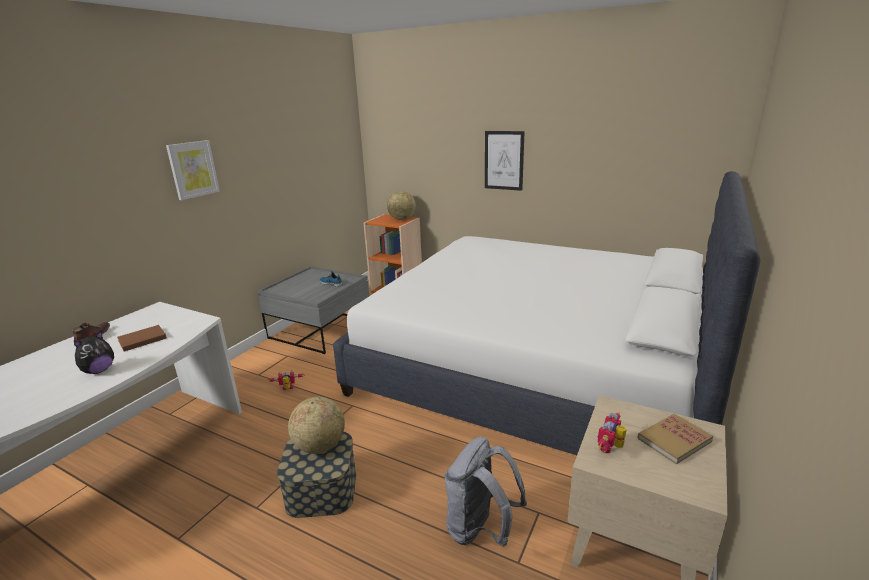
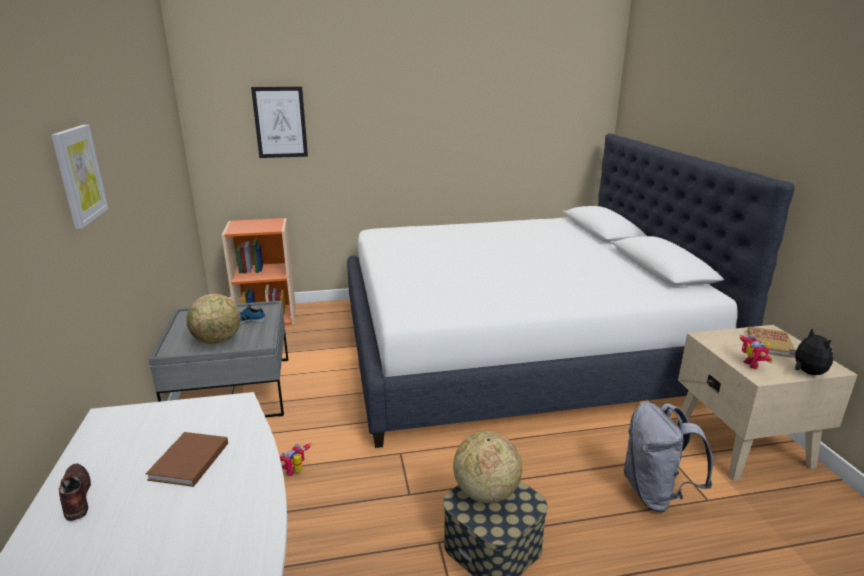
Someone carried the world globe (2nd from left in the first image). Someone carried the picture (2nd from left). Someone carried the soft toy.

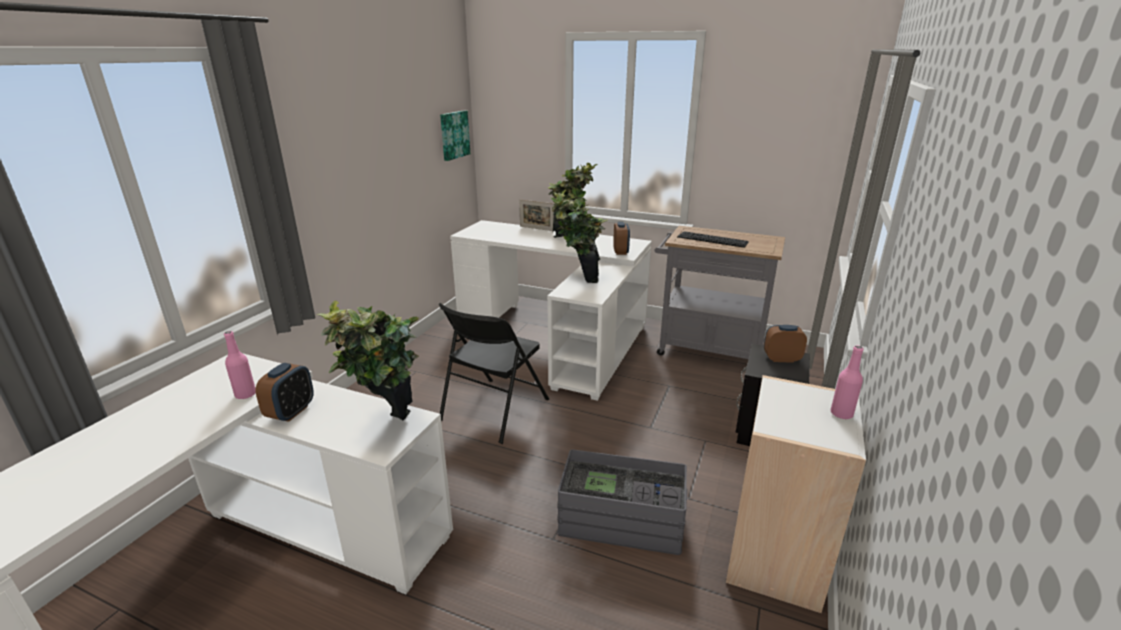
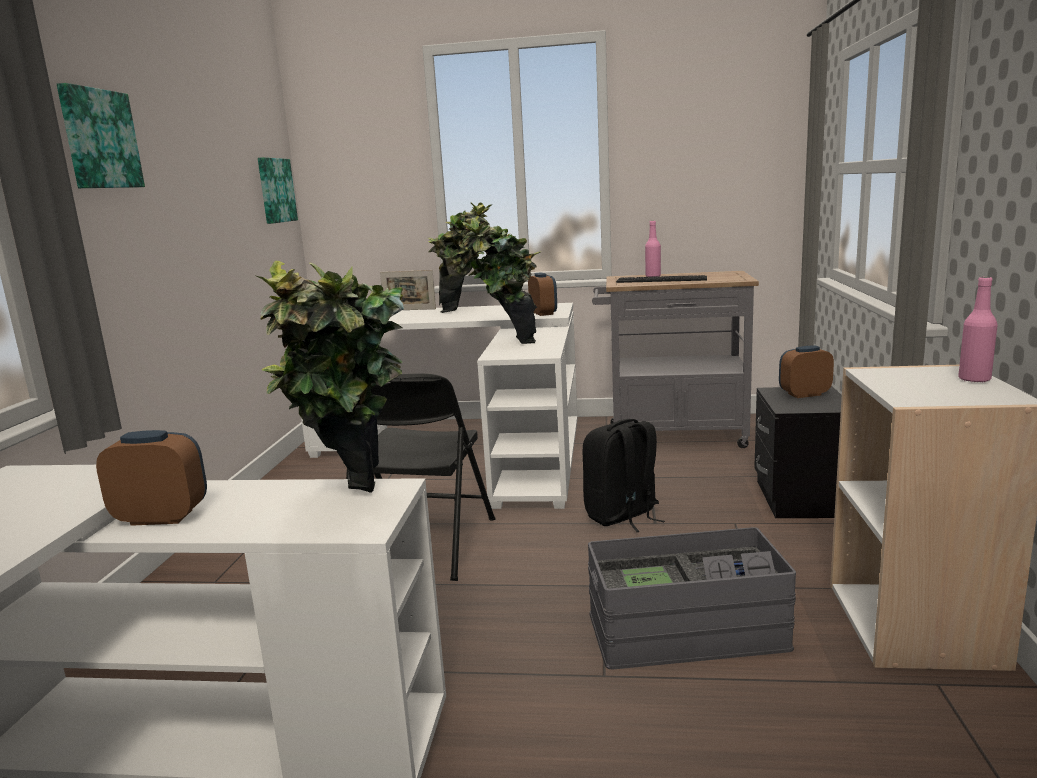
Someone put up the picture (1st from left). Someone rotated the table clock (1st from left) by 90 degrees counterclockwise. Someone put down the black backpack. Someone carried the pink beverage bottle (1st from left).

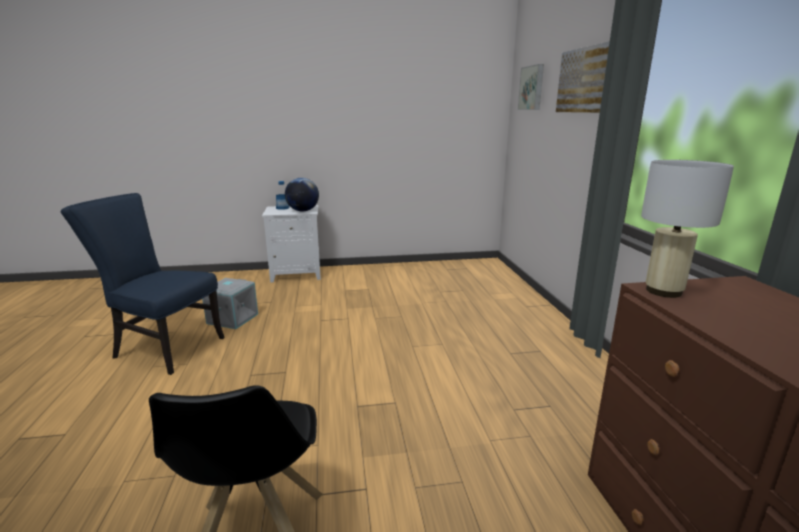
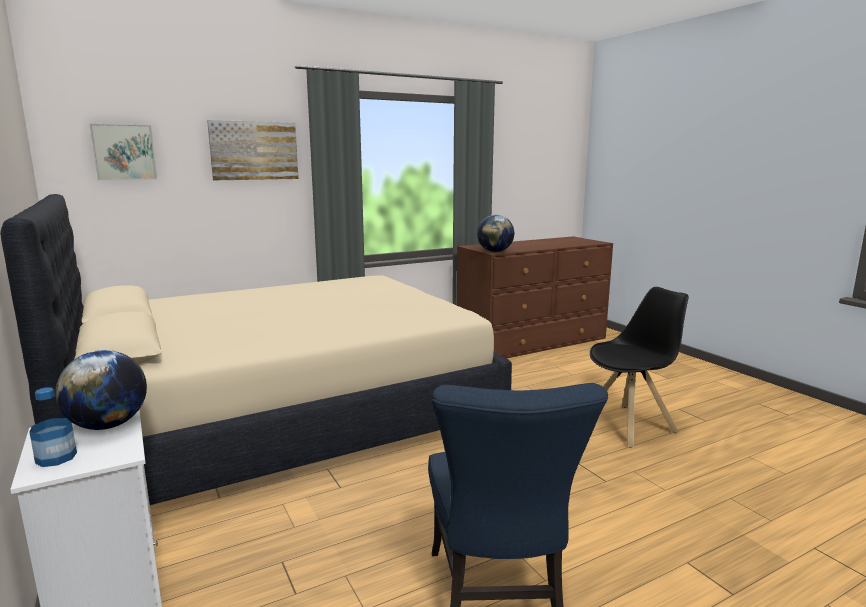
Someone put down the beige bed. Someone swapped the whitish table lamp for the world globe (2nd from left). Someone took away the grey storage bin.

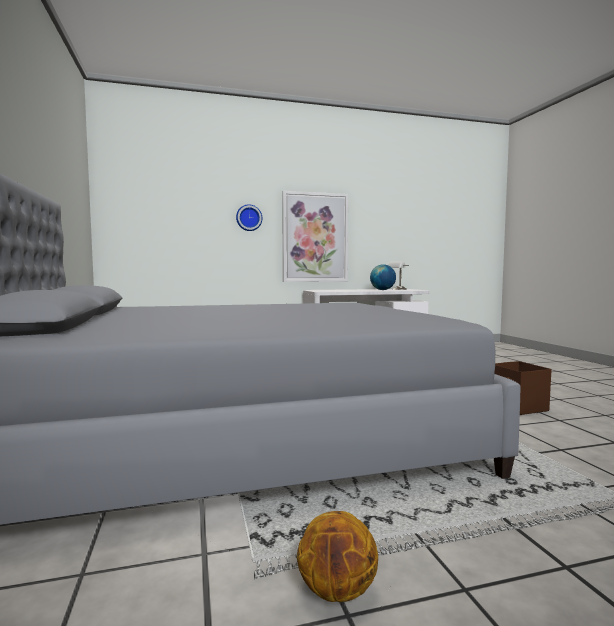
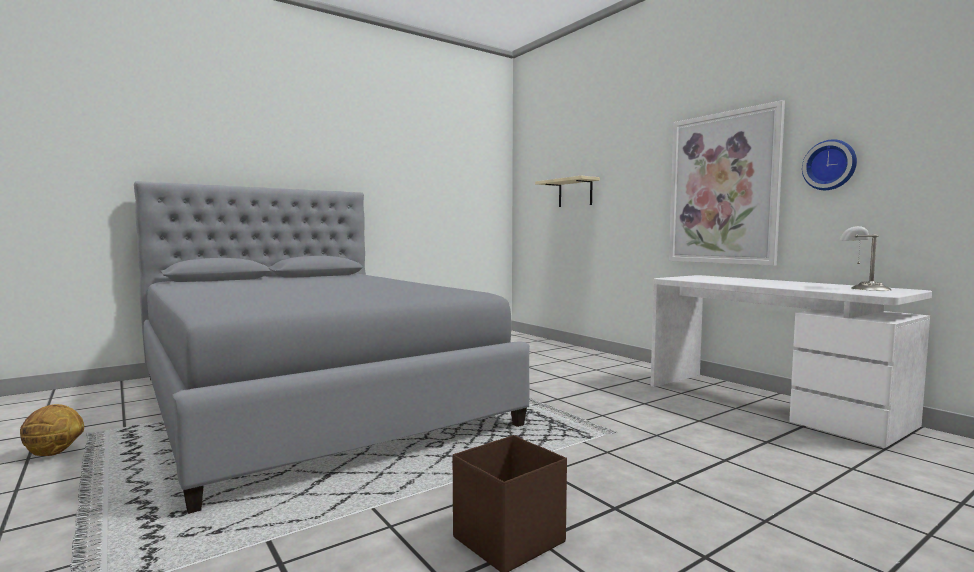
Someone put up the beige bracket shelf. Someone carried the wall clock. Someone took away the world globe.

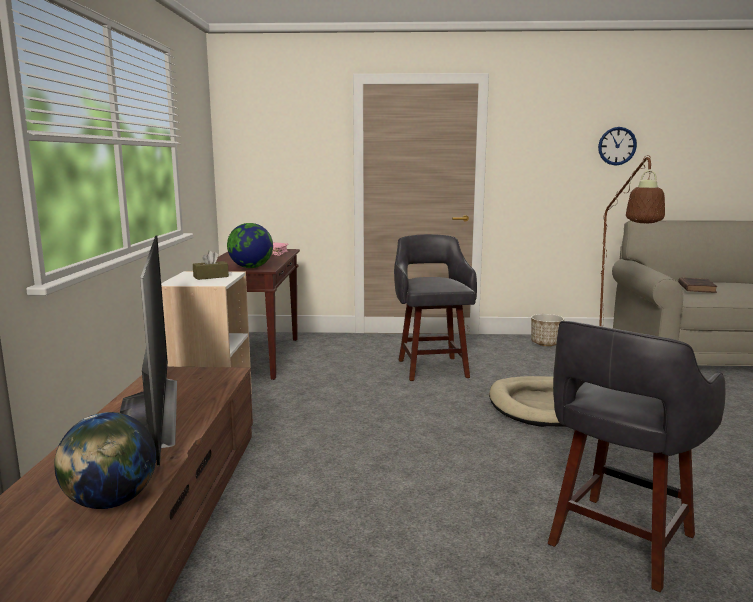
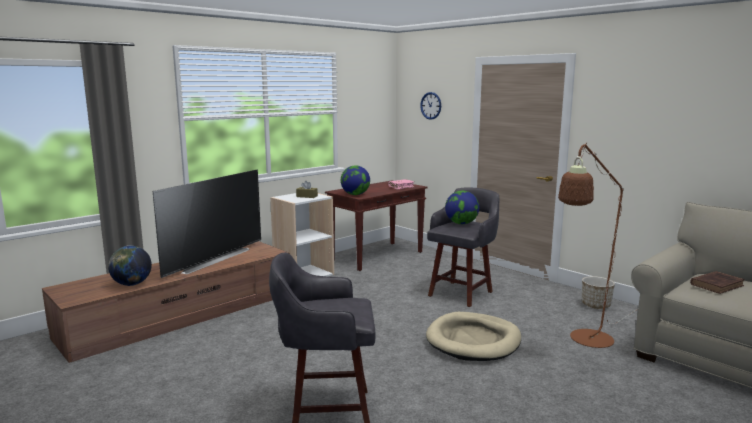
Someone carried the wall clock. Someone put down the world globe (3rd from left).

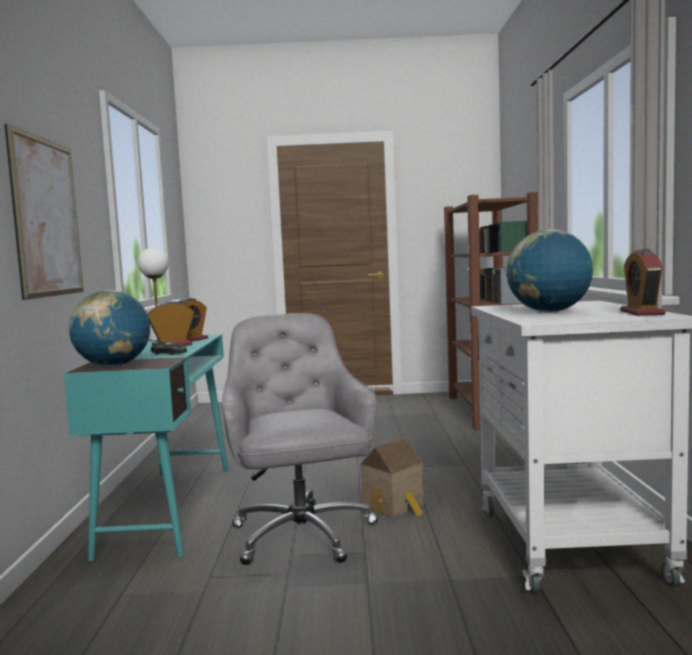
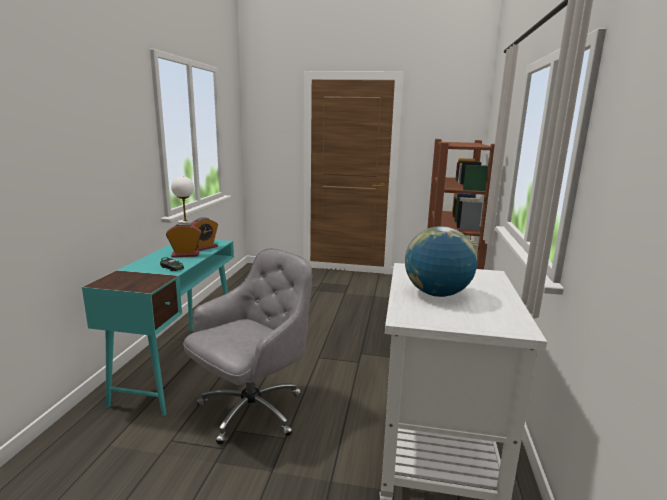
Someone rotated the grey desk chair by 45 degrees clockwise. Someone took away the picture. Someone took away the world globe (1st from left). Someone took away the miniature house. Someone took away the table clock (3rd from left).

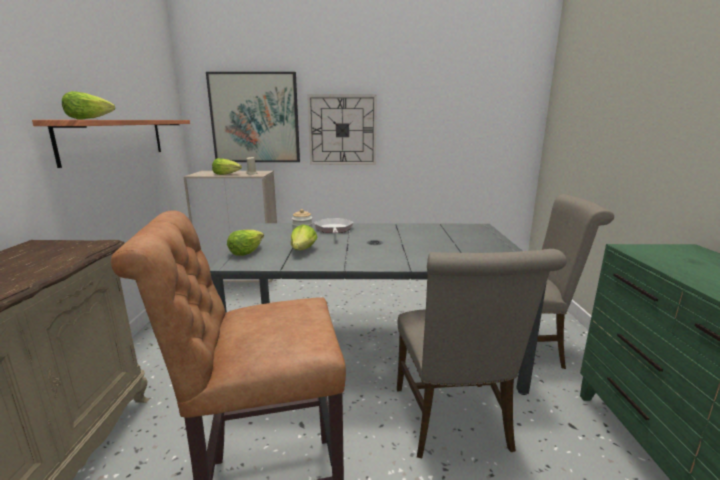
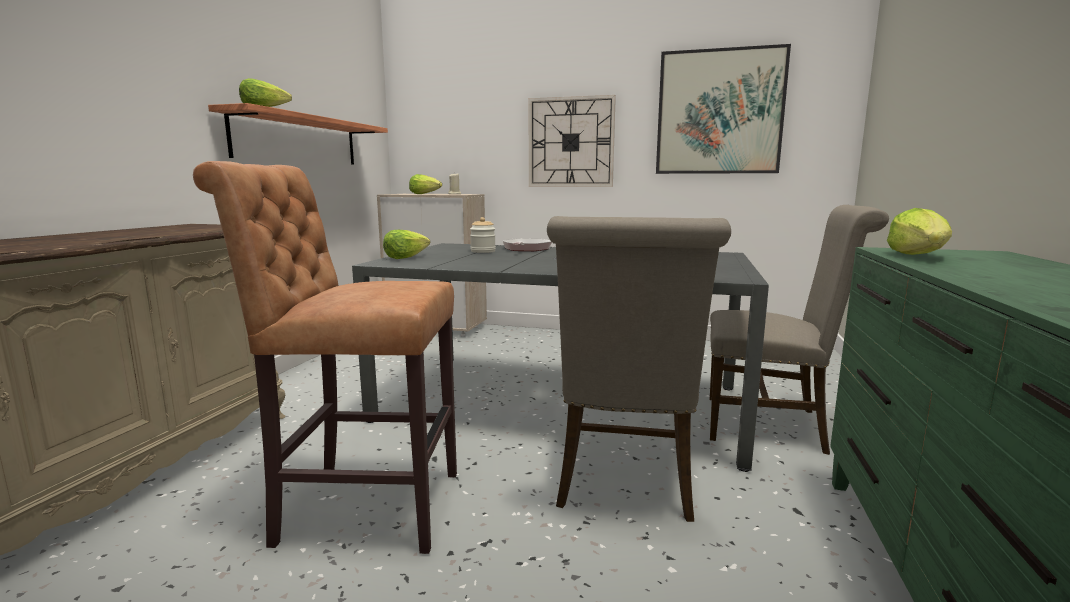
Someone carried the picture. Someone carried the lettuce head (4th from left).

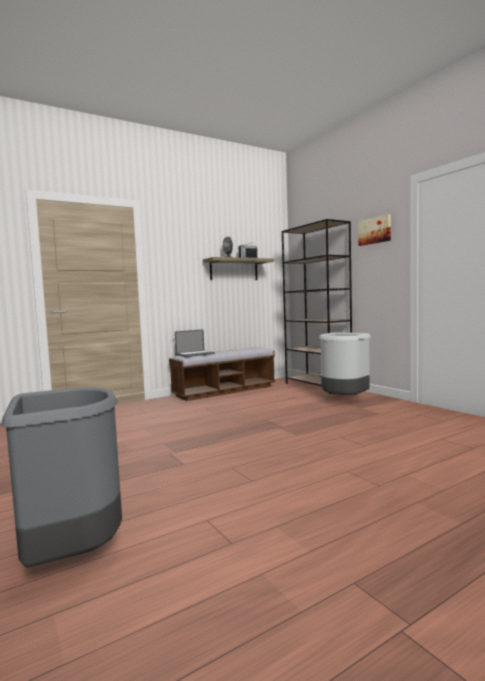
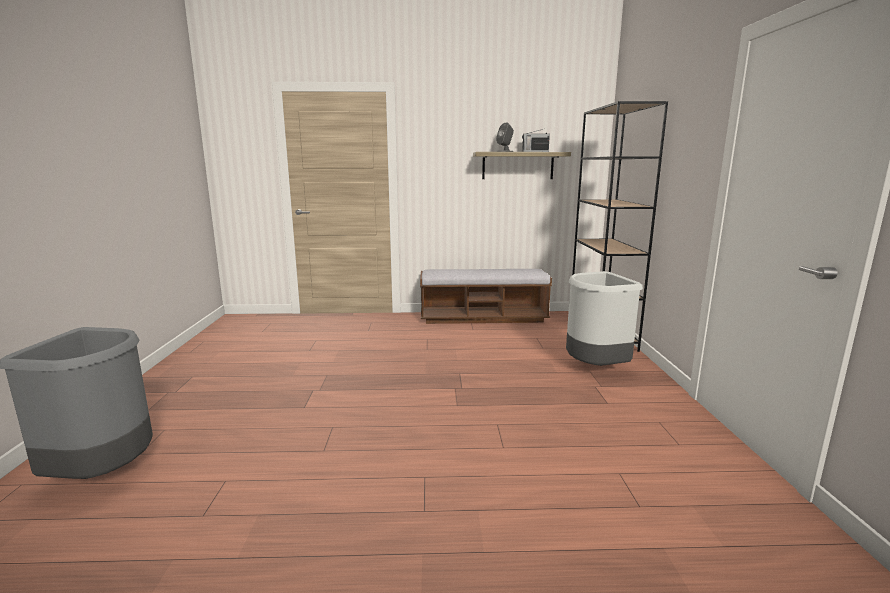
Someone took away the laptop. Someone took away the picture.

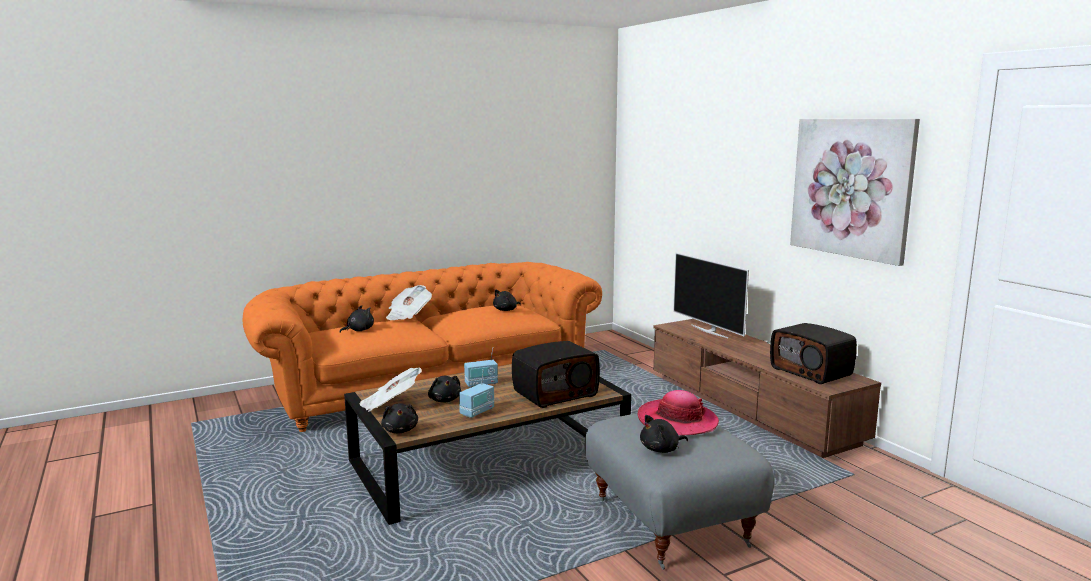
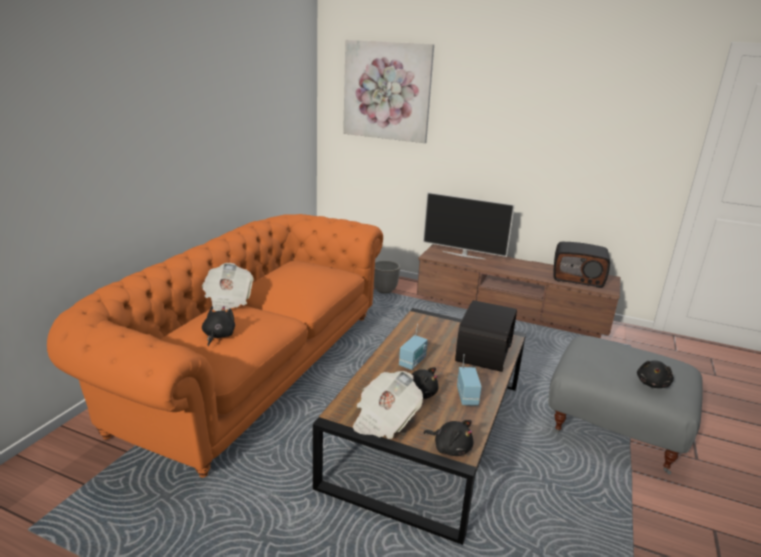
Someone carried the picture. Someone put down the plant pot. Someone took away the black soft toy (4th from left). Someone took away the hat.

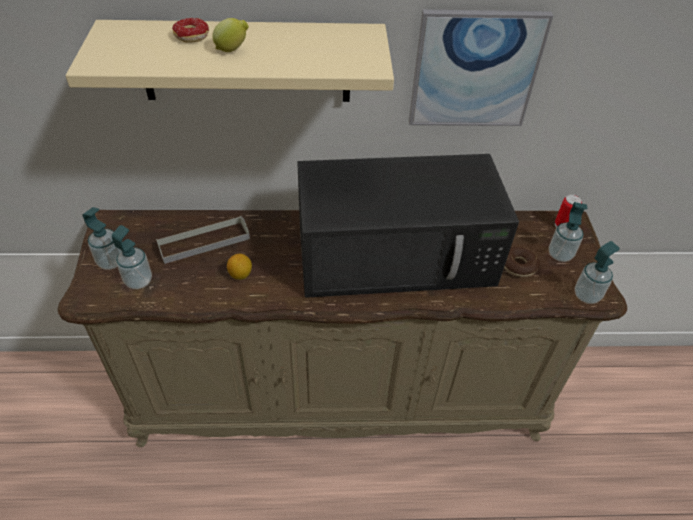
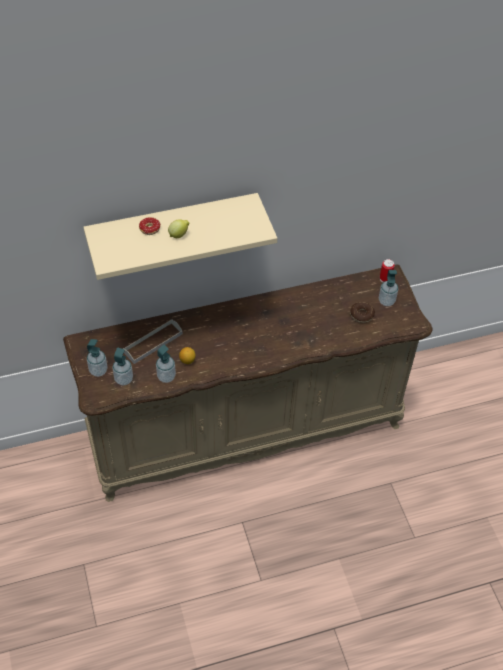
Someone carried the soap bottle (4th from left in the first image). Someone took away the black microwave. Someone took away the picture.

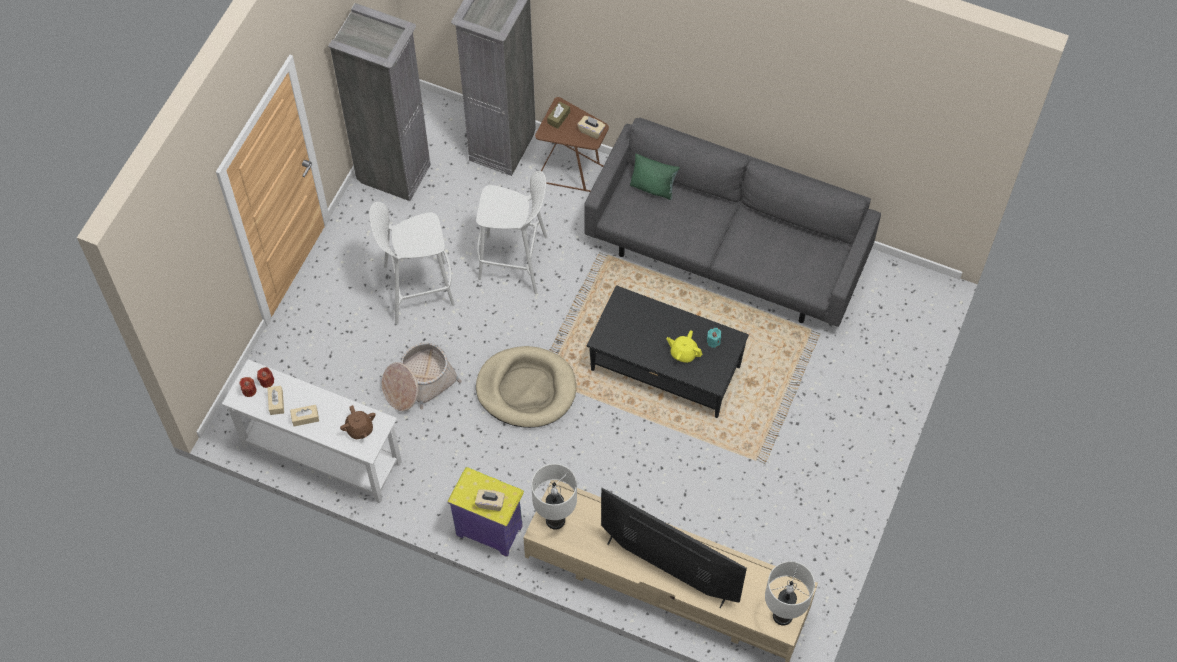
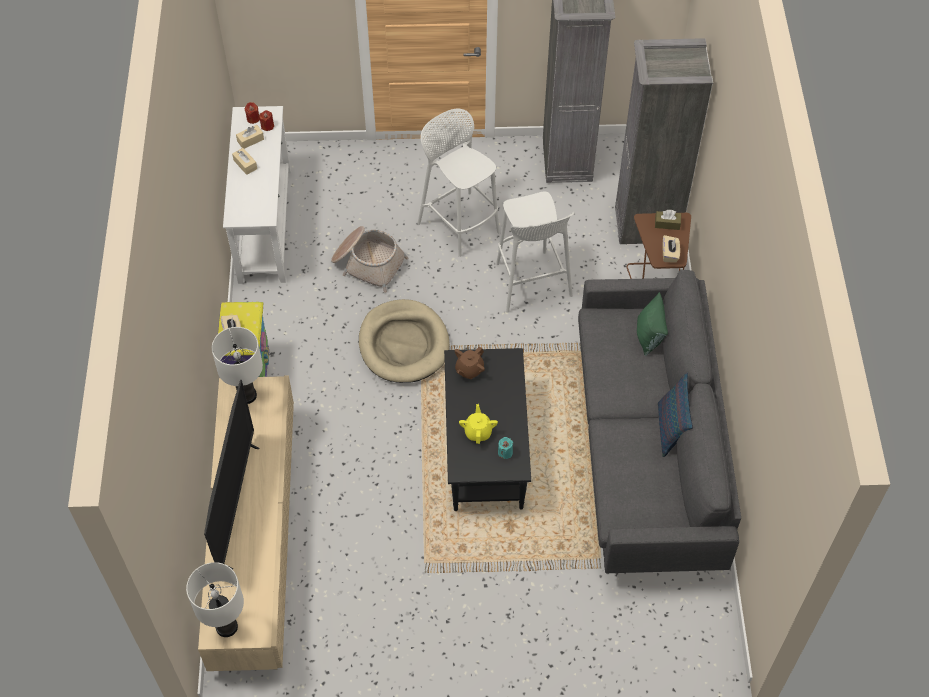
Someone carried the brown-coloured teapot. Someone put down the blue pillow.

